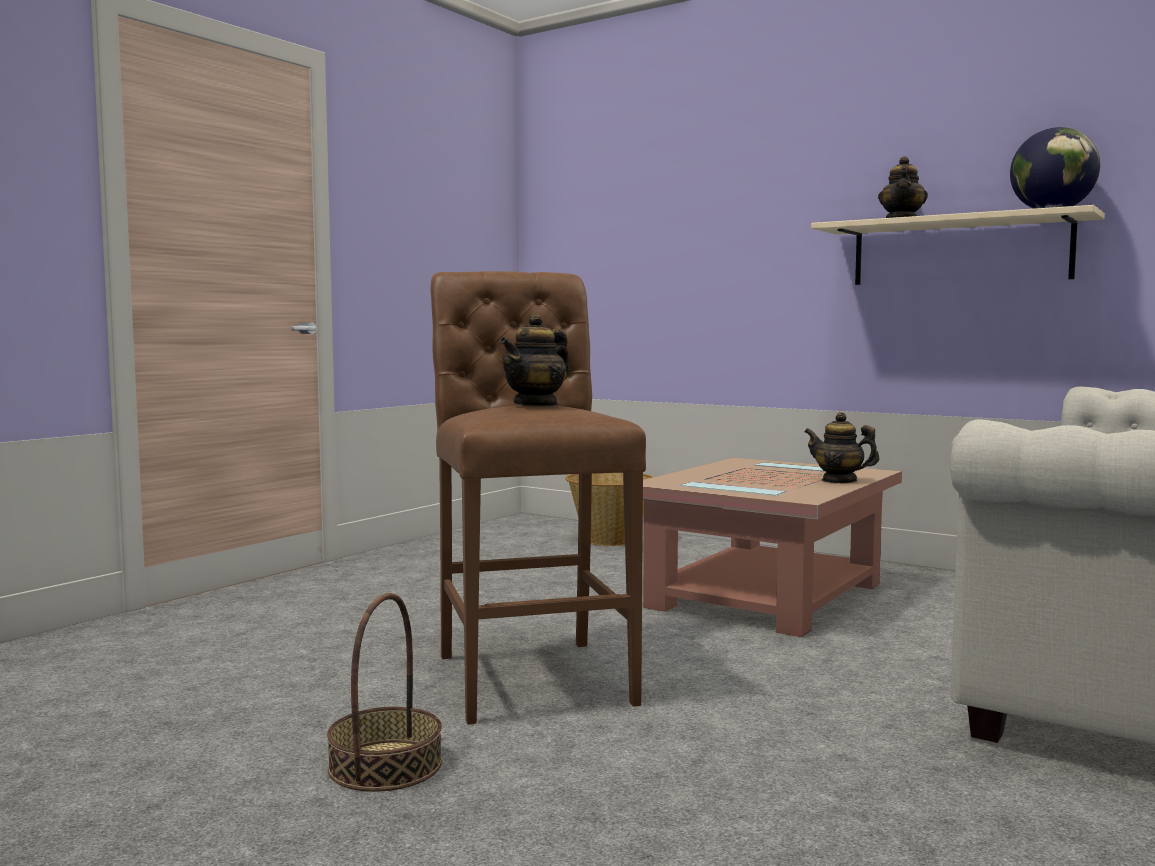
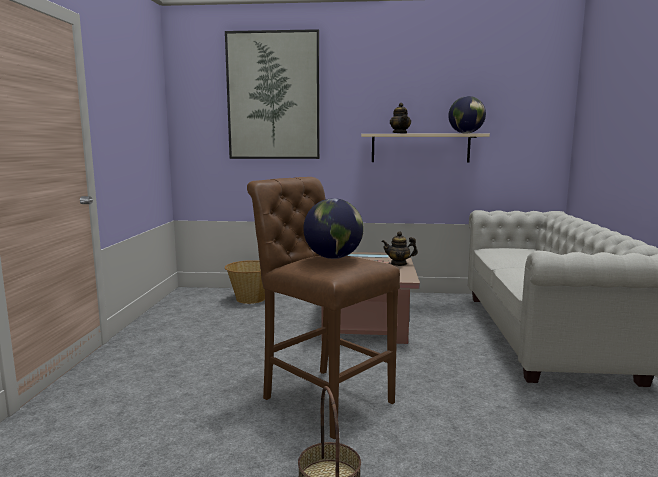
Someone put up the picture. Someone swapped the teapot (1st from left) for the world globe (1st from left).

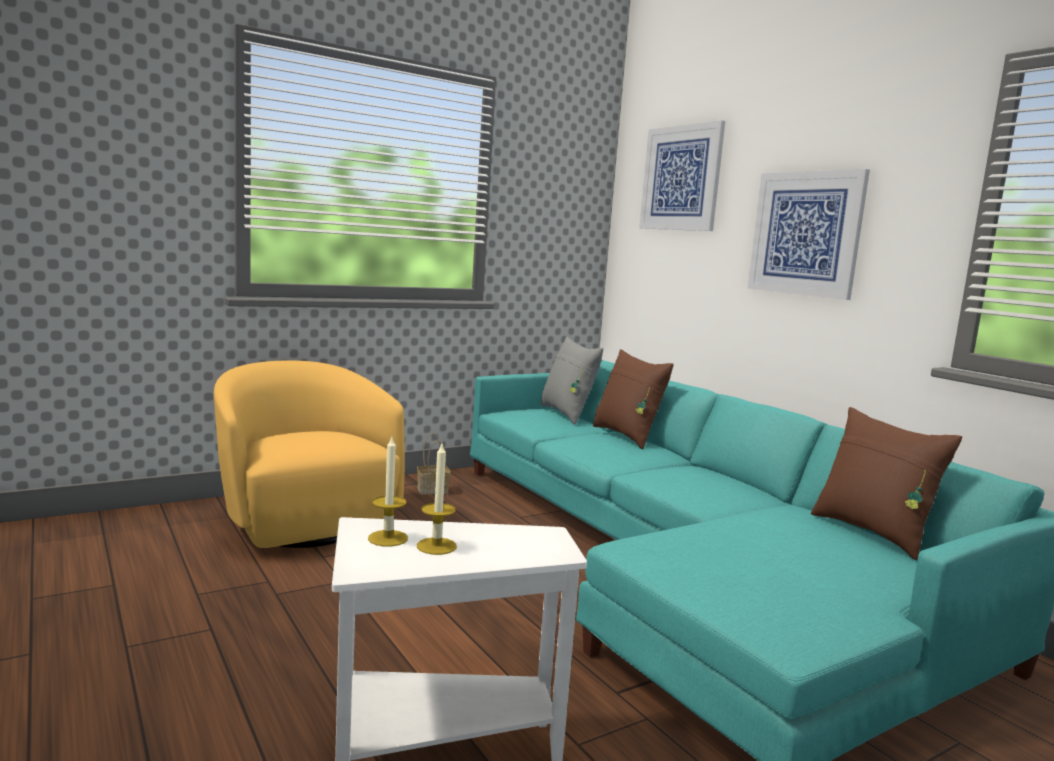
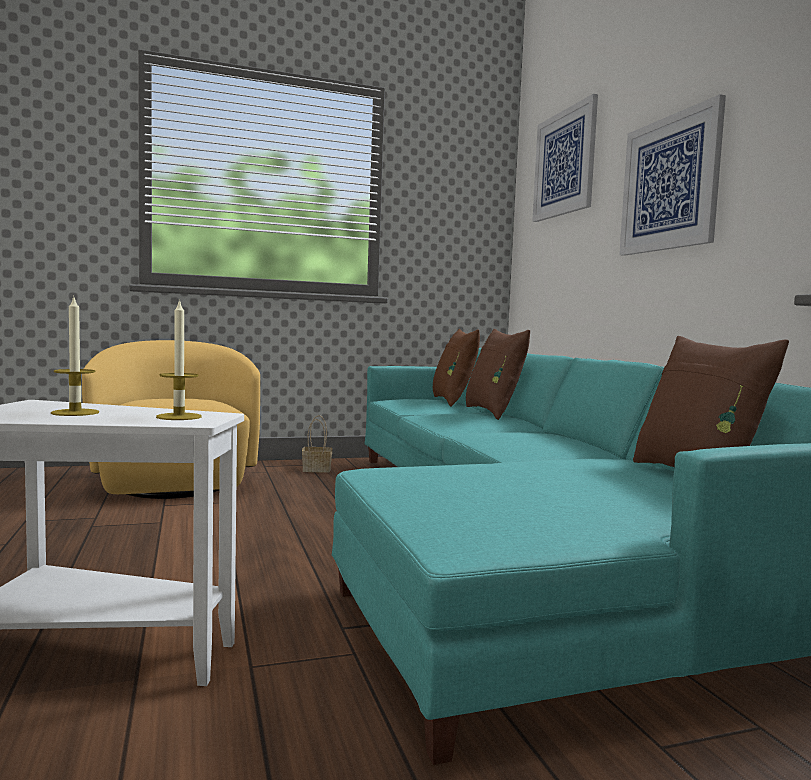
Someone carried the candle (1st from left in the first image). Someone repainted the grey pillow, which became the brown-coloured pillow (1st from left).

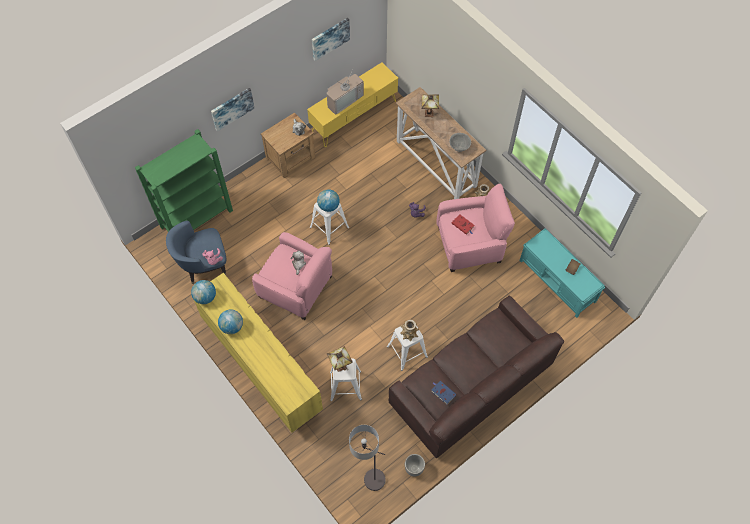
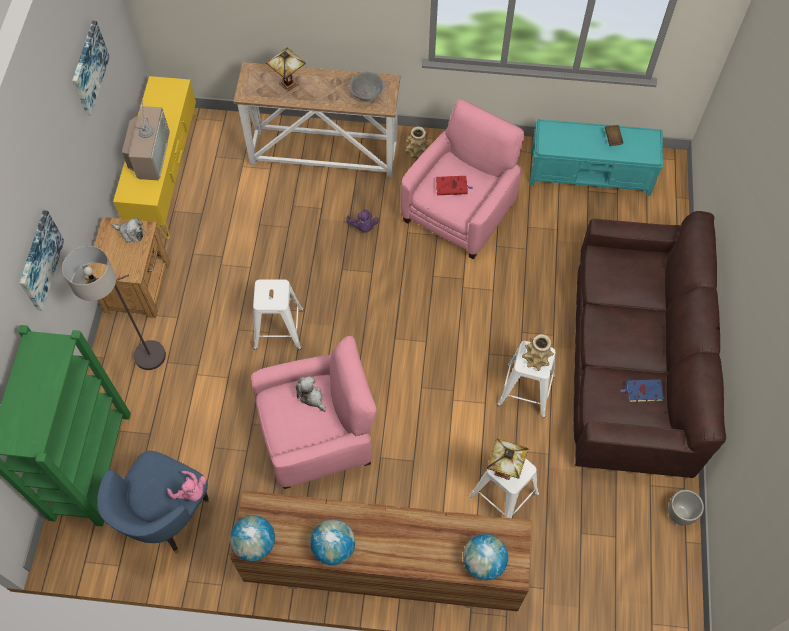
Someone carried the grey standing lamp. Someone repainted the yellow-coloured storage cabinet, which became the brown-coloured storage cabinet. Someone carried the world globe (3rd from left).

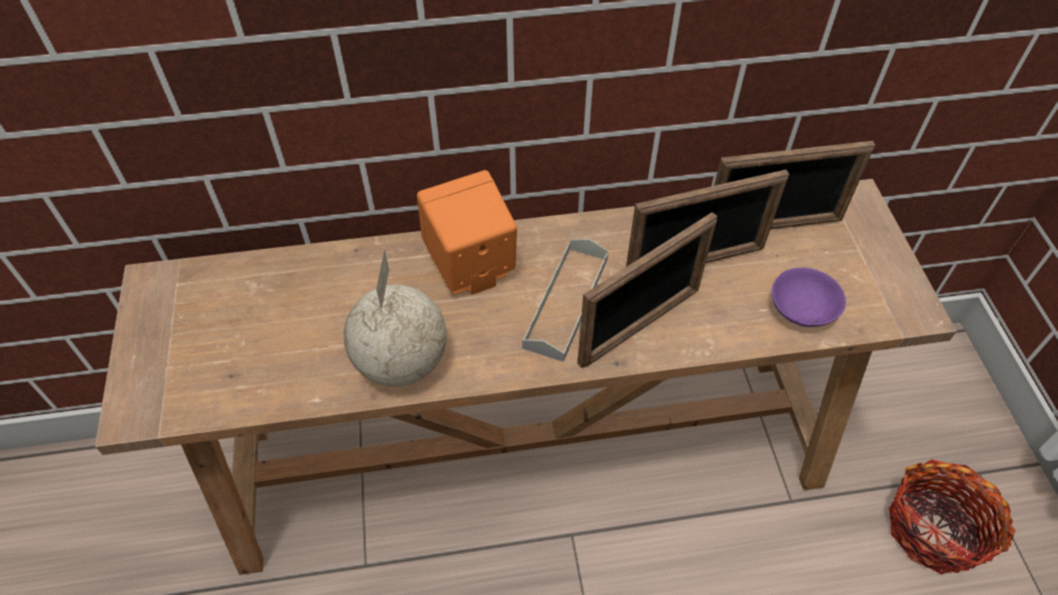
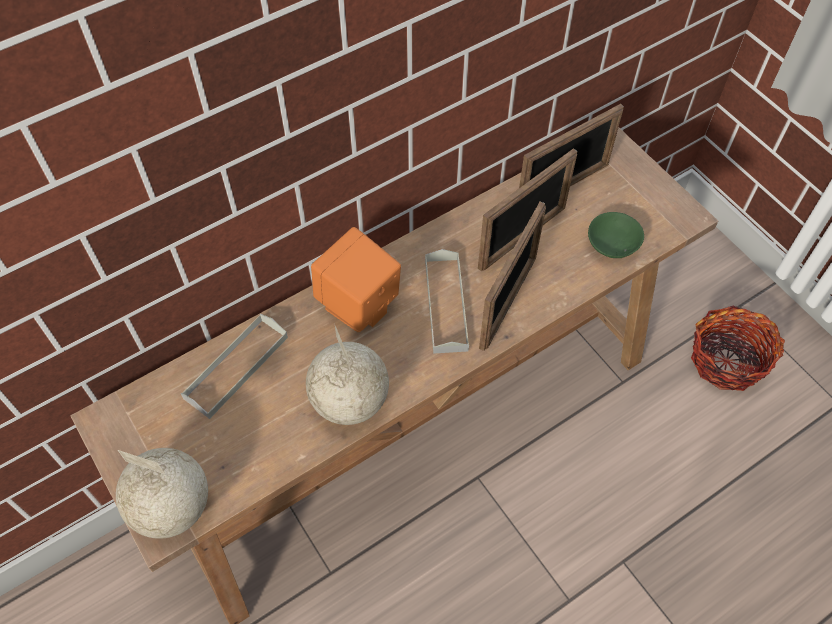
Someone put down the world globe (1st from left). Someone put down the grey tray (1st from left). Someone repainted the purple serving bowl, which became the green-coloured serving bowl.

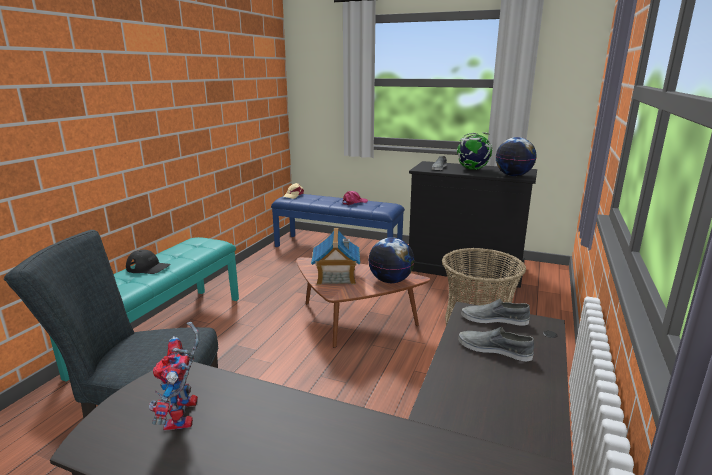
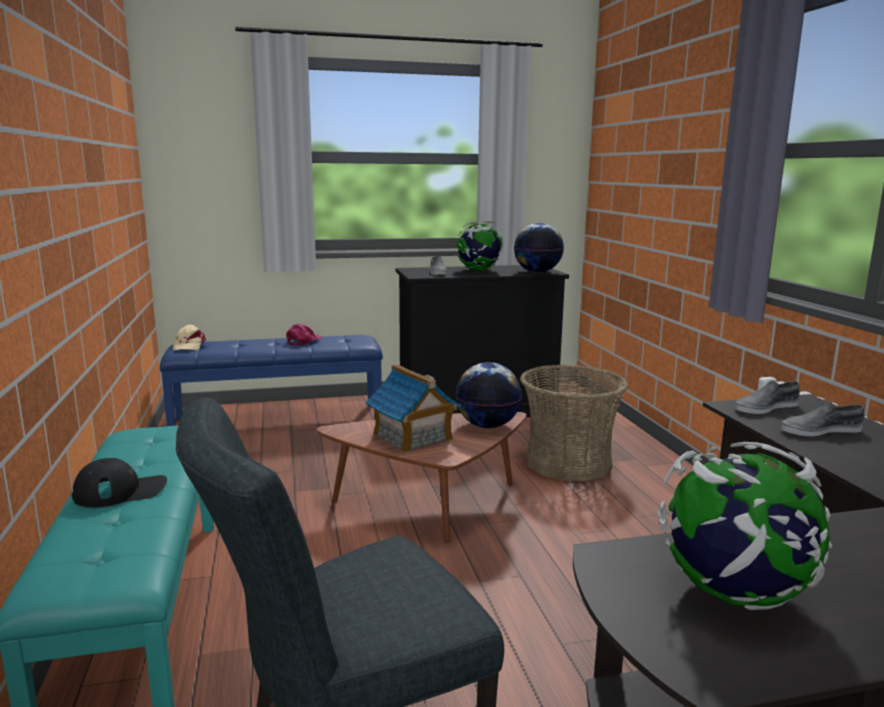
Someone swapped the toy robot for the world globe (4th from left).

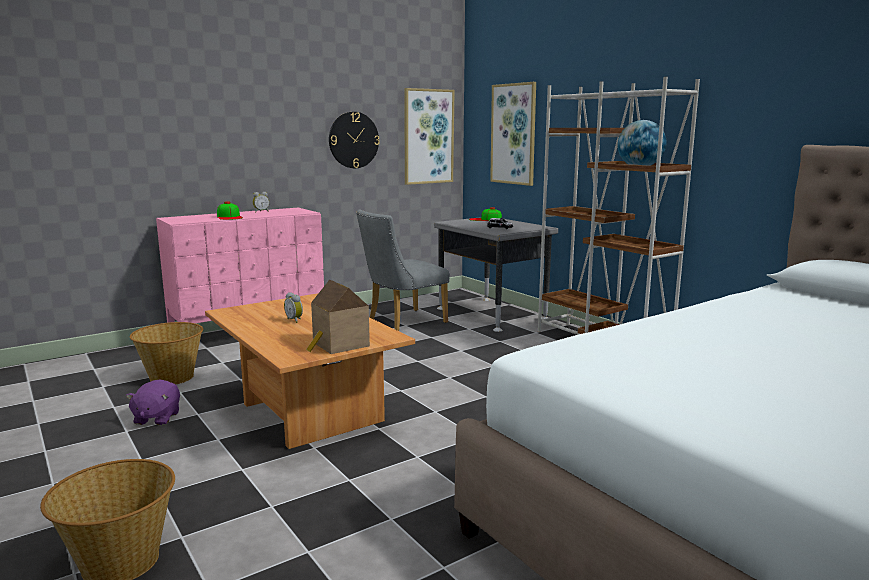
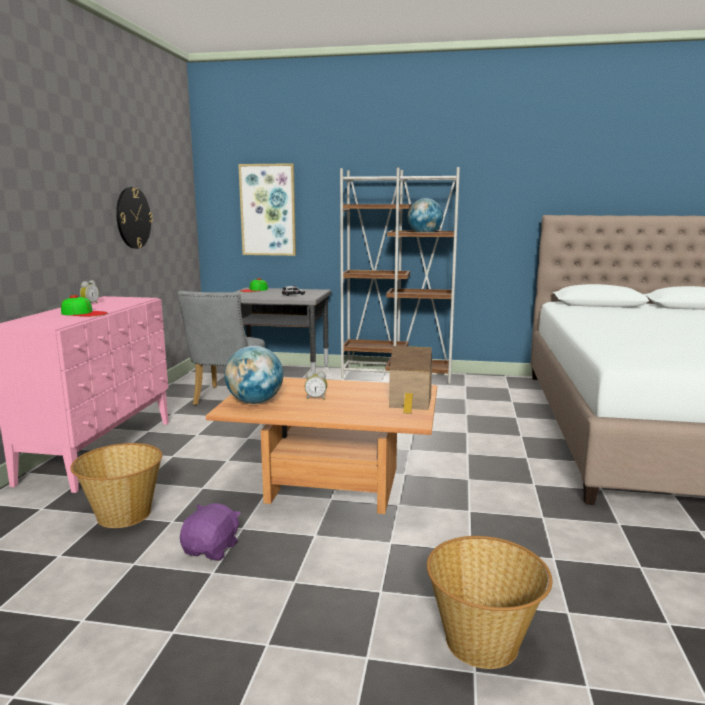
Someone rotated the purple soft toy by 120 degrees counterclockwise. Someone put down the world globe (1st from left). Someone took away the picture (1st from left).

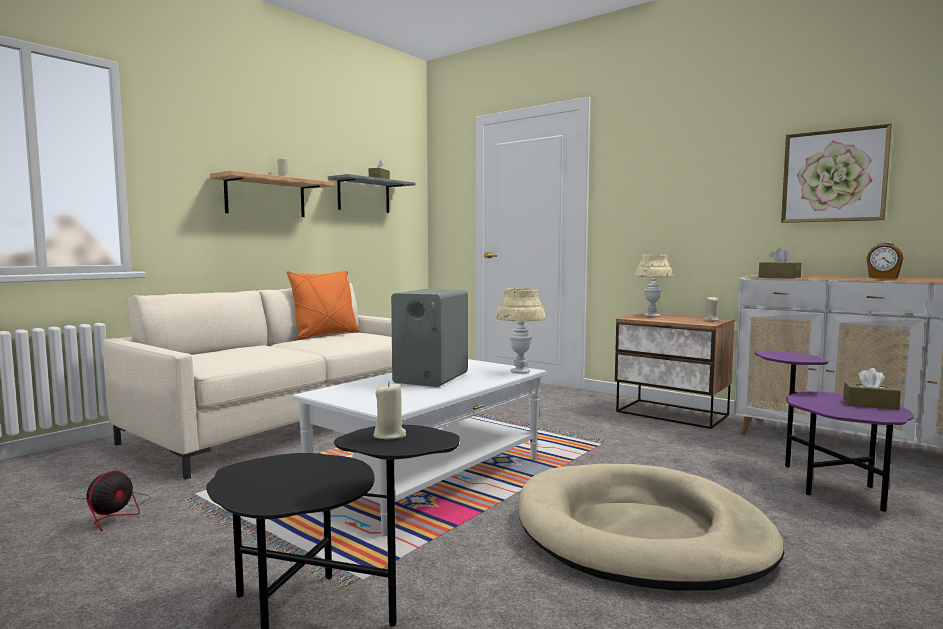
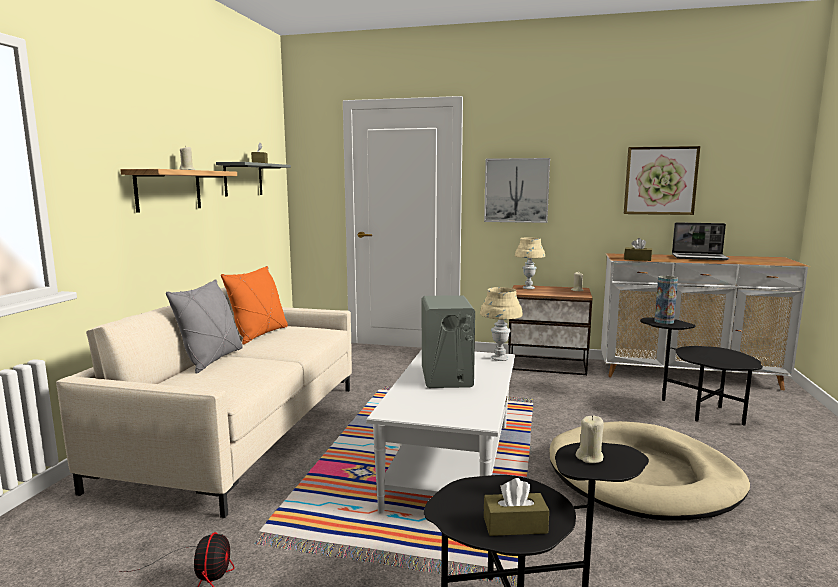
Someone put down the grey pillow. Someone put up the picture (1st from left). Someone carried the brown-coloured tissue holder (3rd from left in the first image). Someone repainted the purple accent table, which became the black accent table (2nd from left). Someone put down the flower vase. Someone swapped the table clock for the laptop.

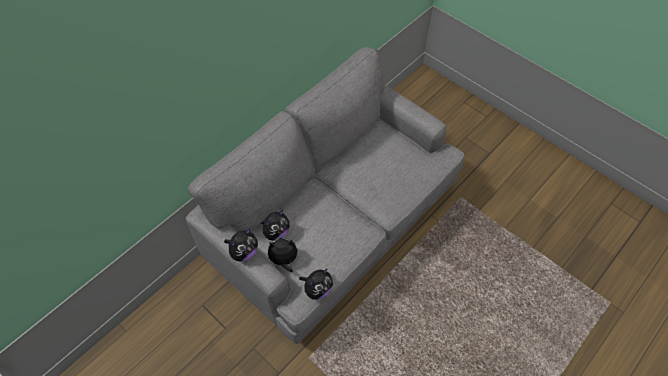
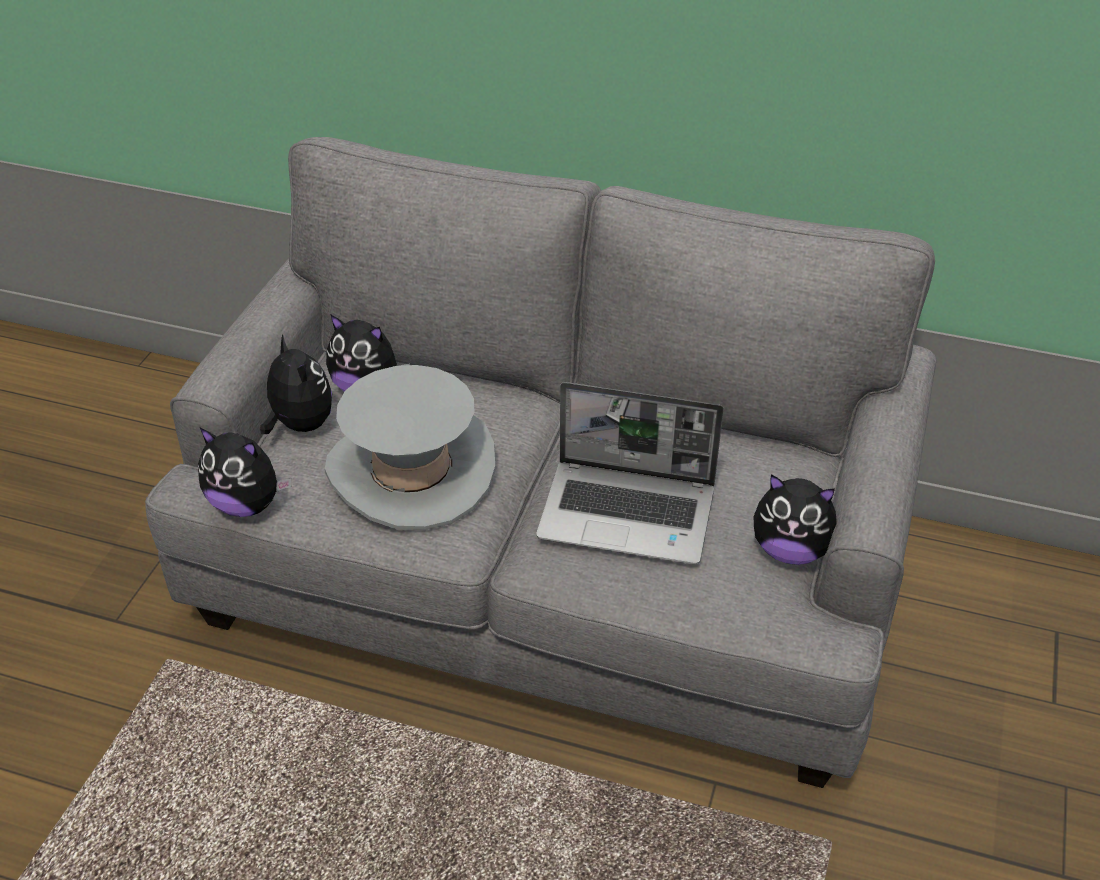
Someone put down the grey hat. Someone put down the laptop. Someone carried the soft toy (1st from left in the first image).

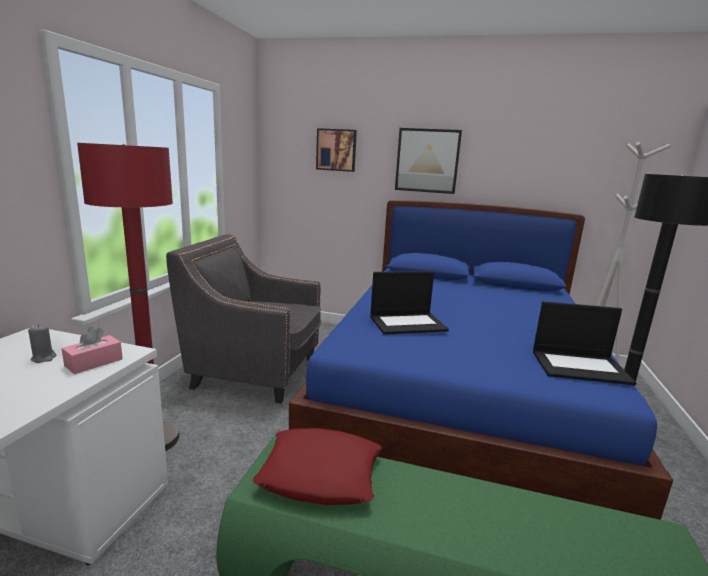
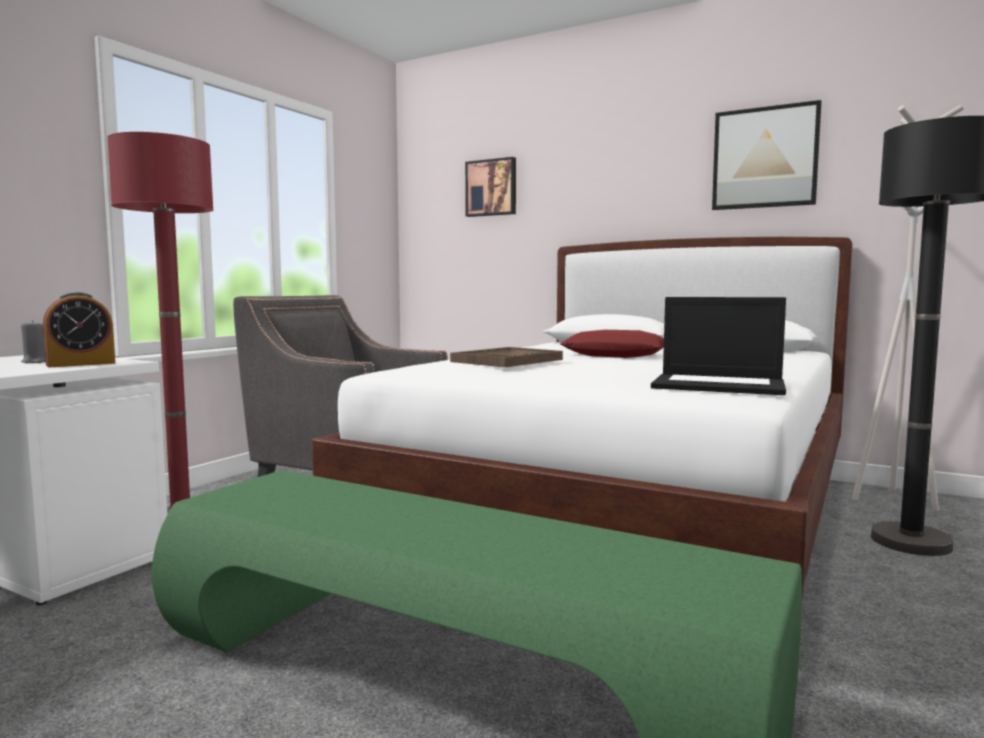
Someone swapped the pink tissue holder for the table clock. Someone repainted the blue bed, which became the whitish bed. Someone swapped the laptop (1st from left) for the brown-coloured tray. Someone carried the reddish pillow. Someone carried the picture (2nd from left).

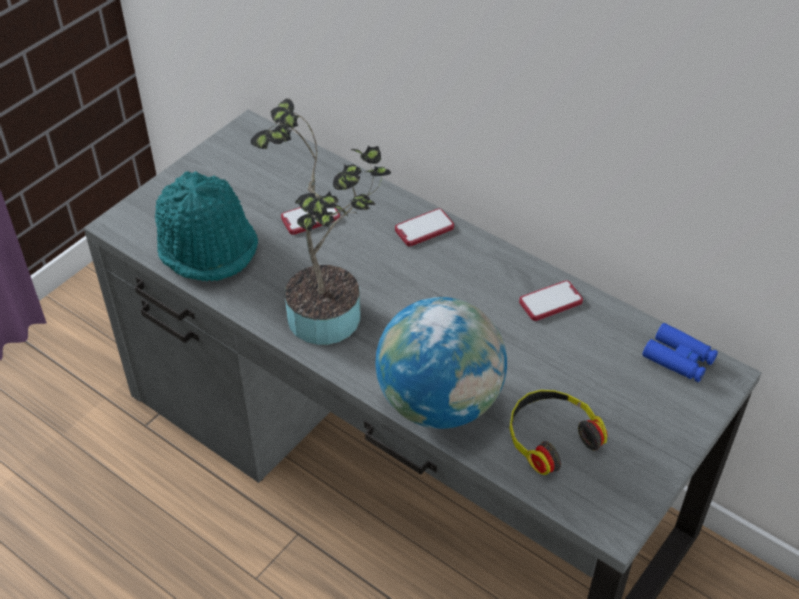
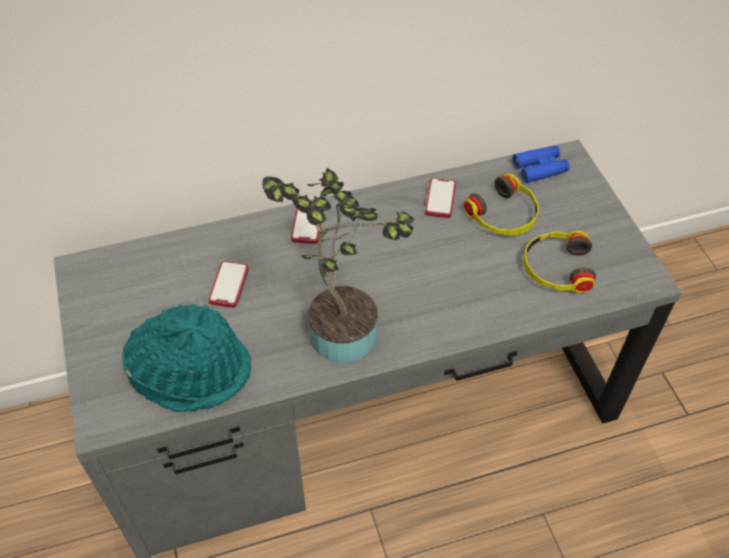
Someone put down the headset (1st from left). Someone took away the world globe.

